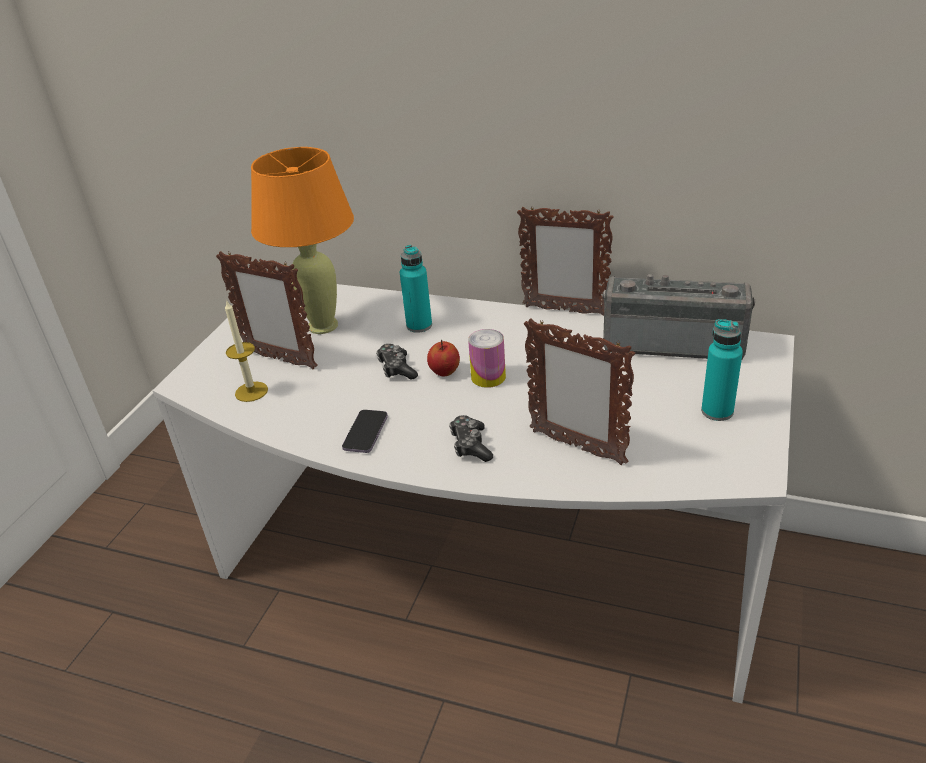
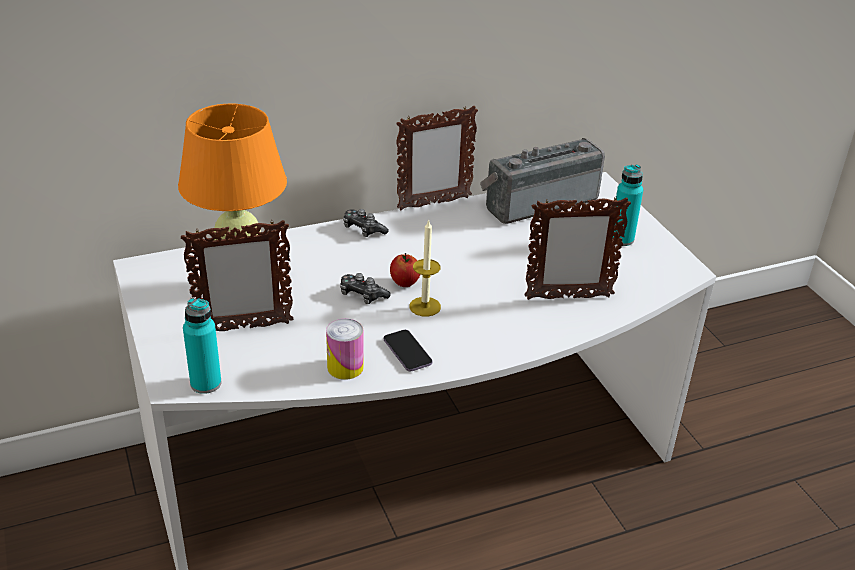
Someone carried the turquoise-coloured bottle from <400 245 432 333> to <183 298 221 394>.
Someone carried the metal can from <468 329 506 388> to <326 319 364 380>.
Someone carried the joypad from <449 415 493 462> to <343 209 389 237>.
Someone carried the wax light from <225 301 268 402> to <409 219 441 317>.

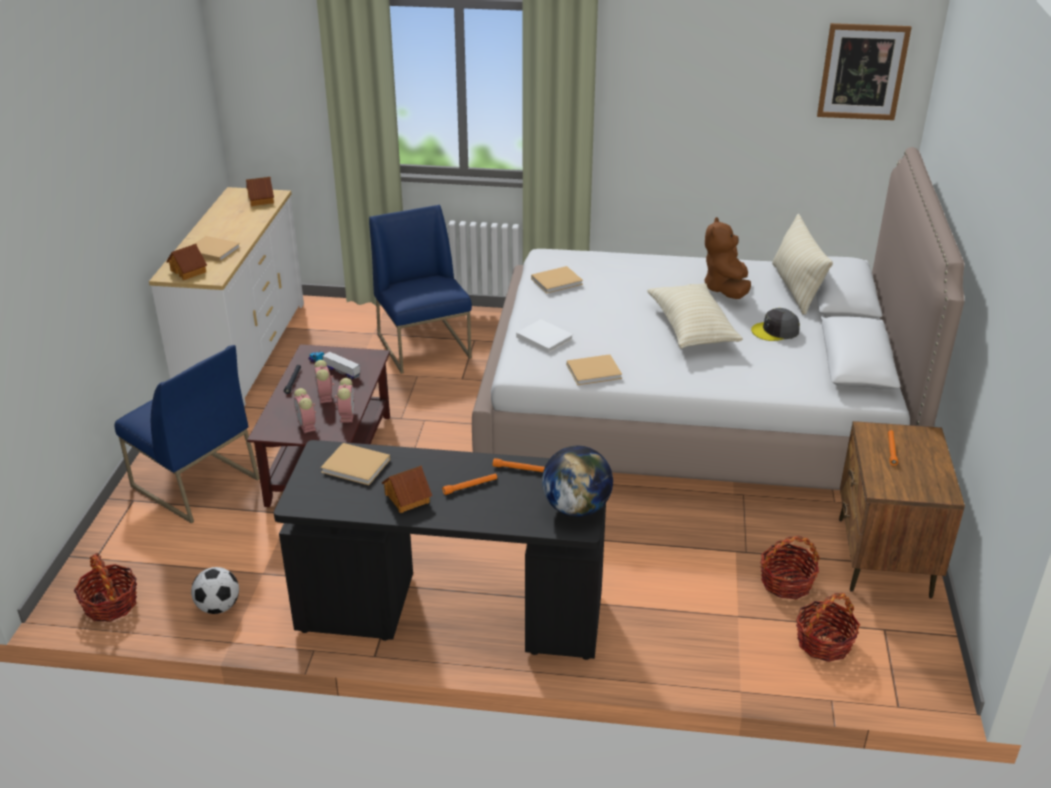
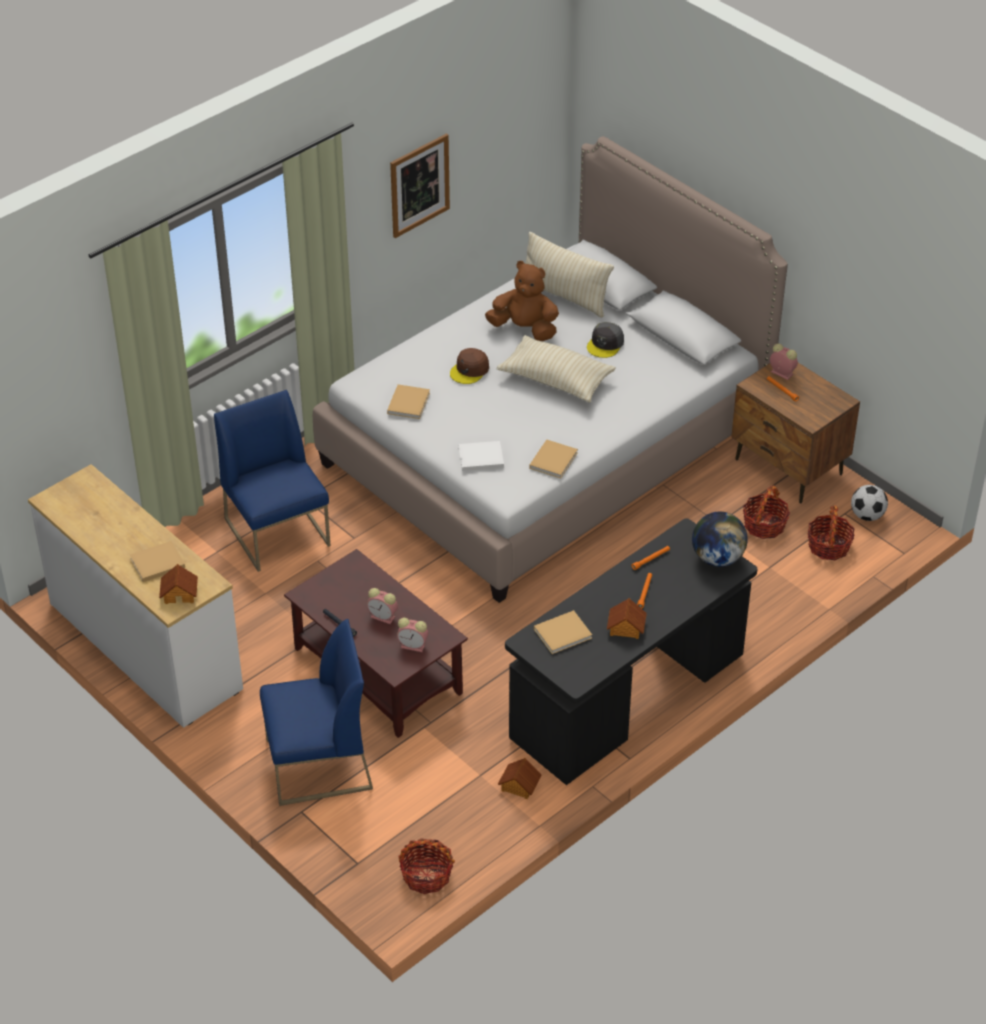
Someone rotated the bluish plain chair at <369 205 472 374> by 45 degrees clockwise.
Someone carried the wall picture from <817 23 912 120> to <390 134 450 238>.
Someone put down the brown-coloured cap at <450 348 489 384>.
Someone rotated the brown-coloured soft toy at <704 217 751 299> by 150 degrees clockwise.
Someone carried the miniature house from <246 177 274 206> to <498 758 541 799>.
Someone carried the table clock from <335 378 355 423> to <770 343 798 380>.
Someone carried the ball for football from <191 567 239 614> to <851 485 888 521>.
Someone took away the toy truck at <309 350 360 379>.

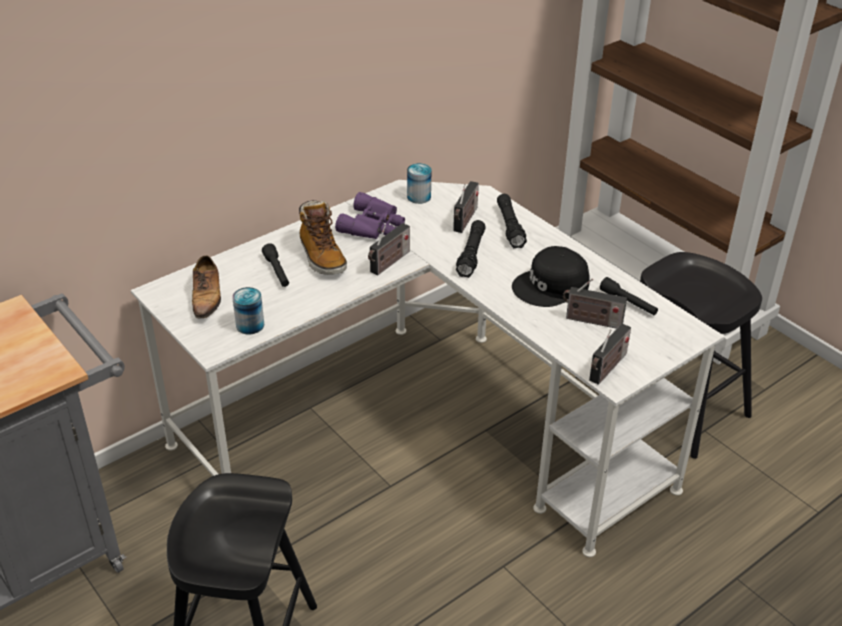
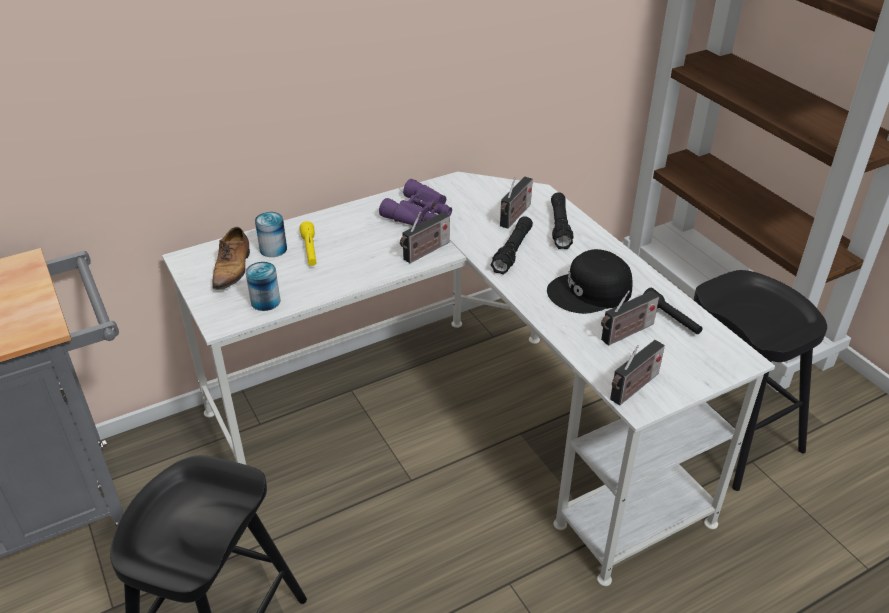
Someone carried the metal can from <407 163 431 204> to <255 212 287 257>.
Someone repainted the black hand torch at <262 243 289 287>, which became the yellowish hand torch at <300 221 316 266>.
Someone rotated the radio set at <563 279 627 329> by 60 degrees counterclockwise.
Someone took away the boot at <299 200 347 275>.

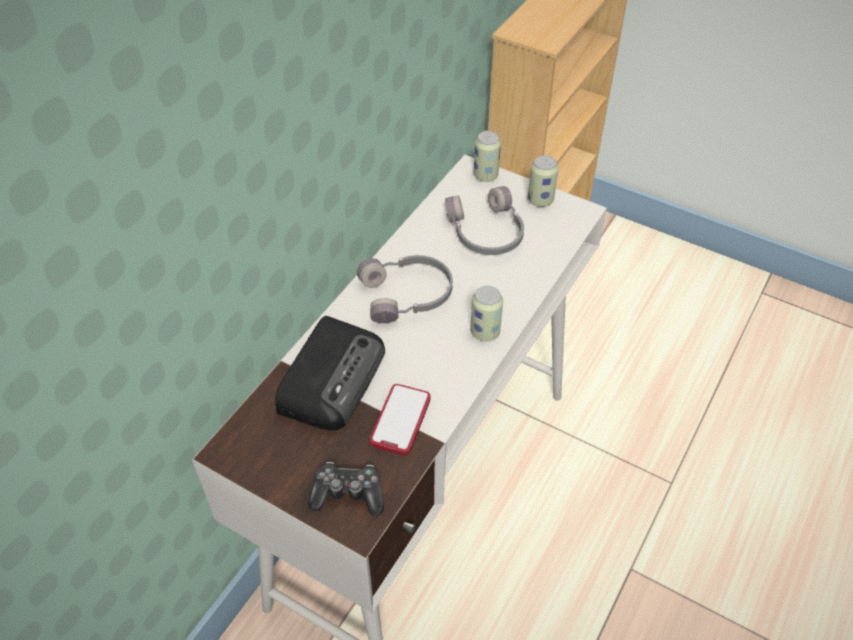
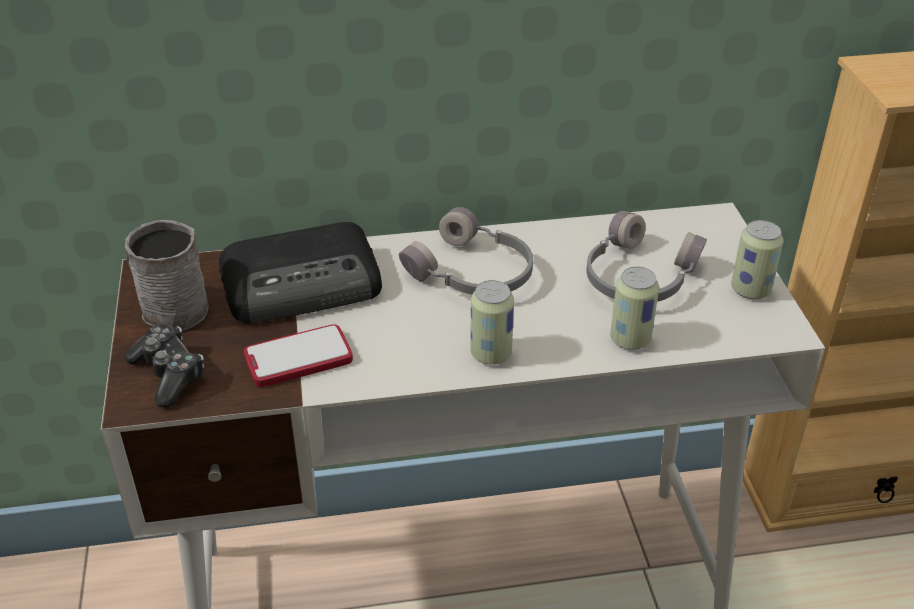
Someone put down the greyish tea mug at <125 220 209 331>.
Someone carried the metal can from <474 131 501 182> to <610 267 659 350>.

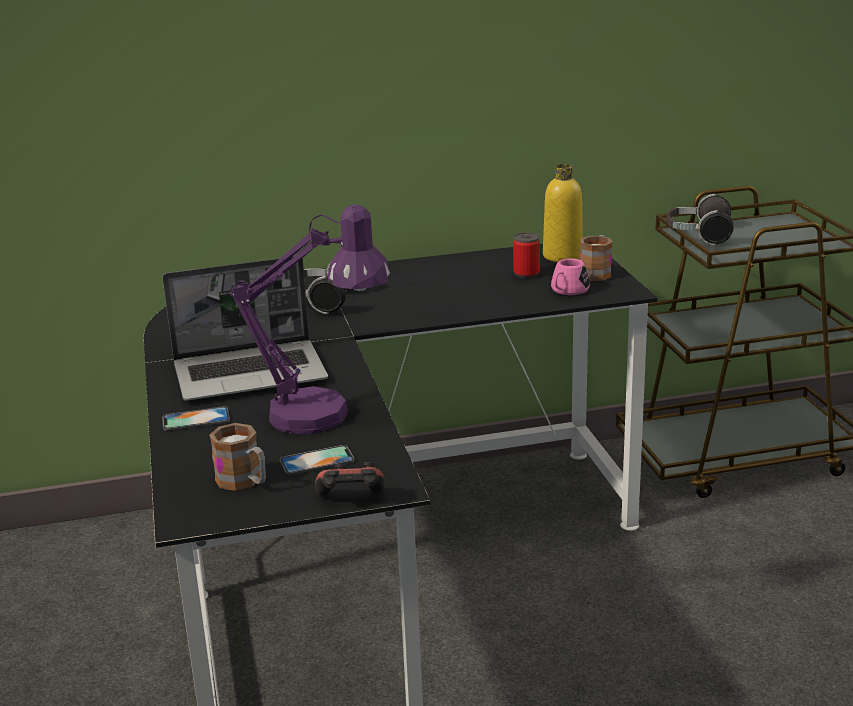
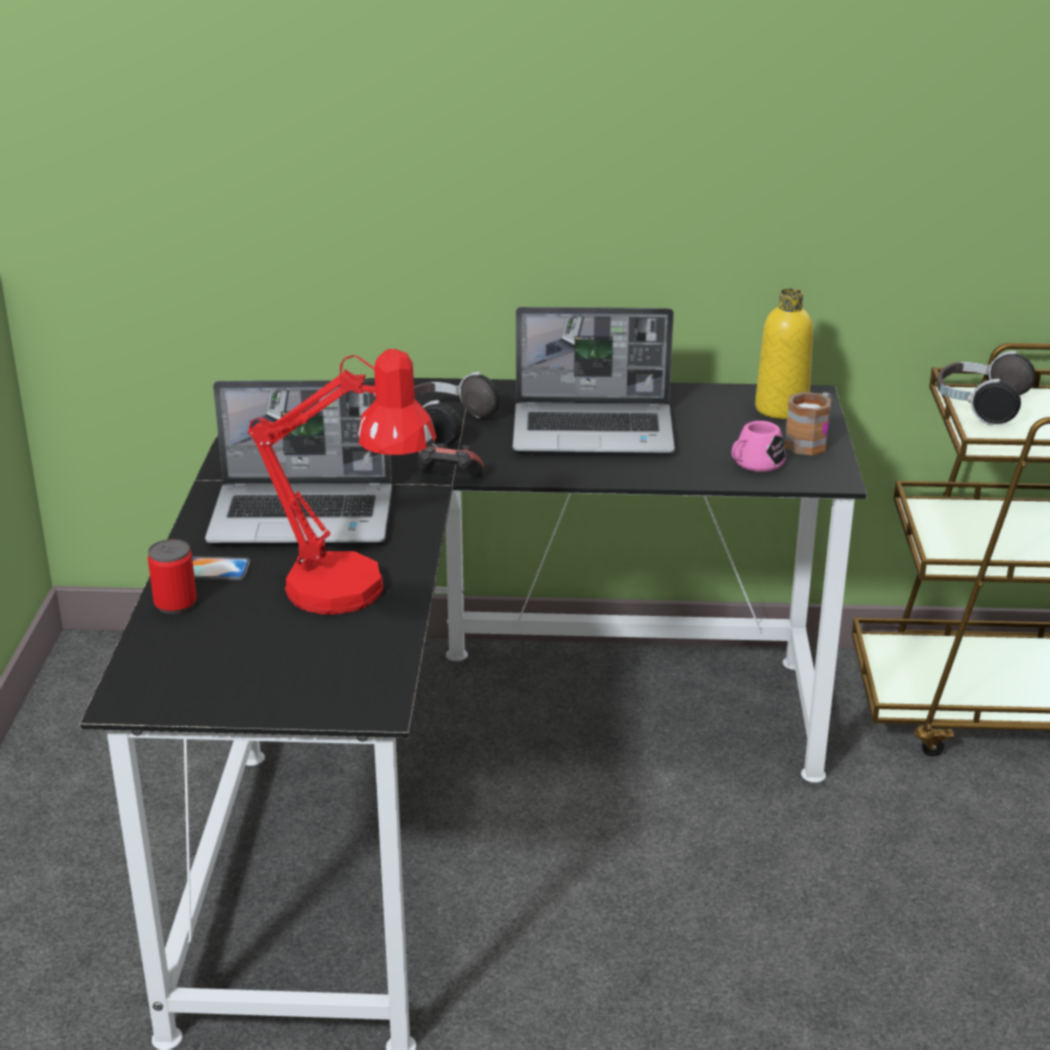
Someone carried the metal can from <513 233 540 278> to <148 539 197 614>.
Someone repainted the purplish lamp for a table at <230 204 391 434>, which became the red-coloured lamp for a table at <248 349 437 615>.
Someone carried the joypad from <315 462 385 496> to <418 443 484 478>.
Someone put down the portable computer at <513 307 675 453>.
Someone took away the tea mug at <209 423 266 491>.
Someone took away the phone at <280 445 355 475>.

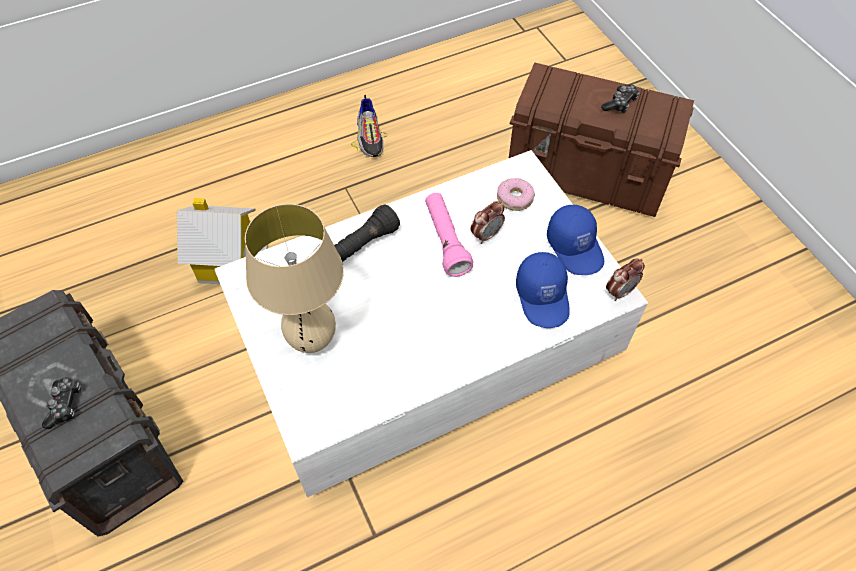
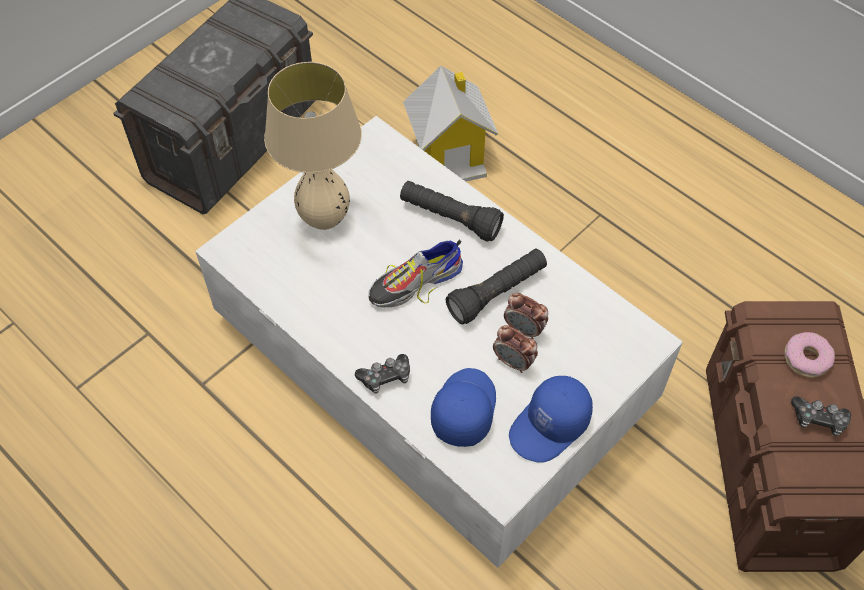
Someone carried the joypad from <42 377 81 429> to <355 354 410 394>.
Someone carried the item of footwear from <351 95 388 157> to <368 240 463 308>.
Someone rotated the bluish cap at <516 252 570 328> by 135 degrees clockwise.
Someone repainted the pink hand torch at <425 193 473 277>, which became the black hand torch at <446 249 547 324>.
Someone carried the table clock from <606 258 645 301> to <493 325 538 373>.
Someone carried the doughnut from <497 178 535 211> to <784 332 835 378>.

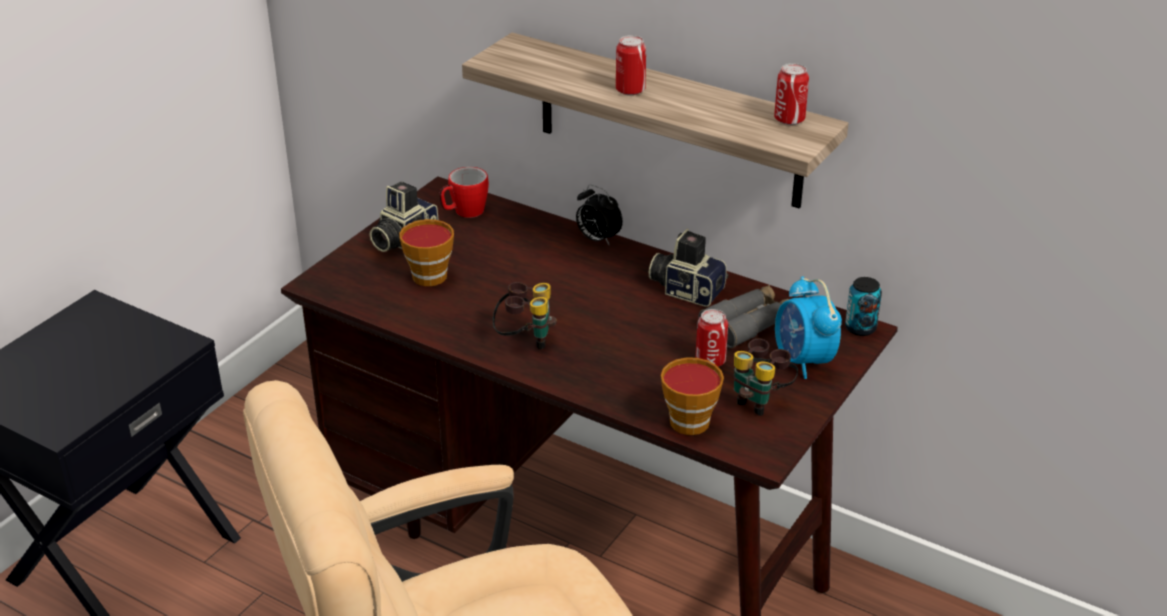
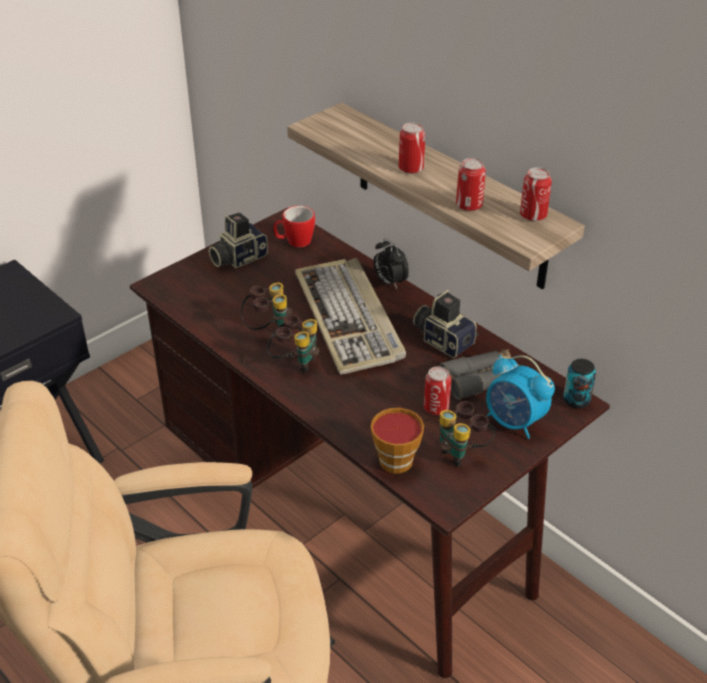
Someone put down the binoculars at <241 282 292 330>.
Someone put down the computer keyboard at <295 258 406 375>.
Someone put down the metal can at <456 158 486 211>.
Someone rotated the table clock at <775 276 842 379> by 45 degrees counterclockwise.
Someone took away the small cup at <399 219 454 286>.

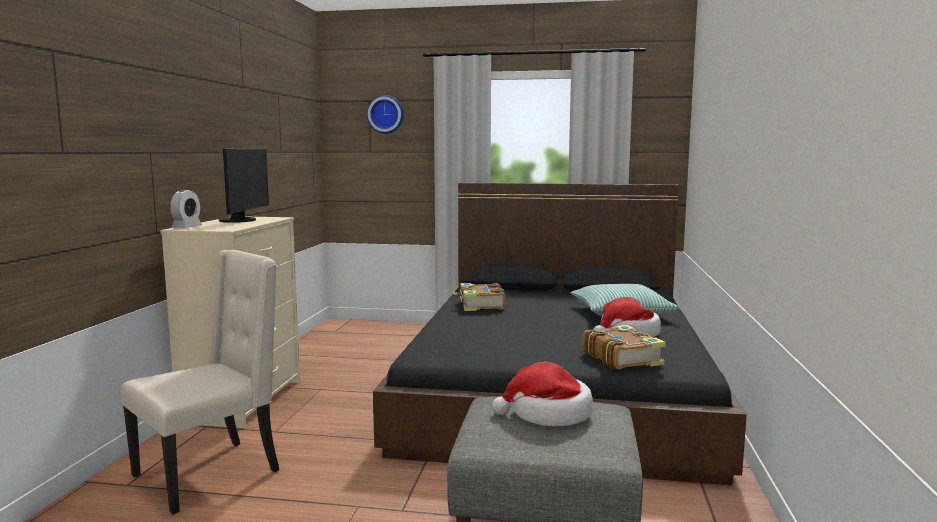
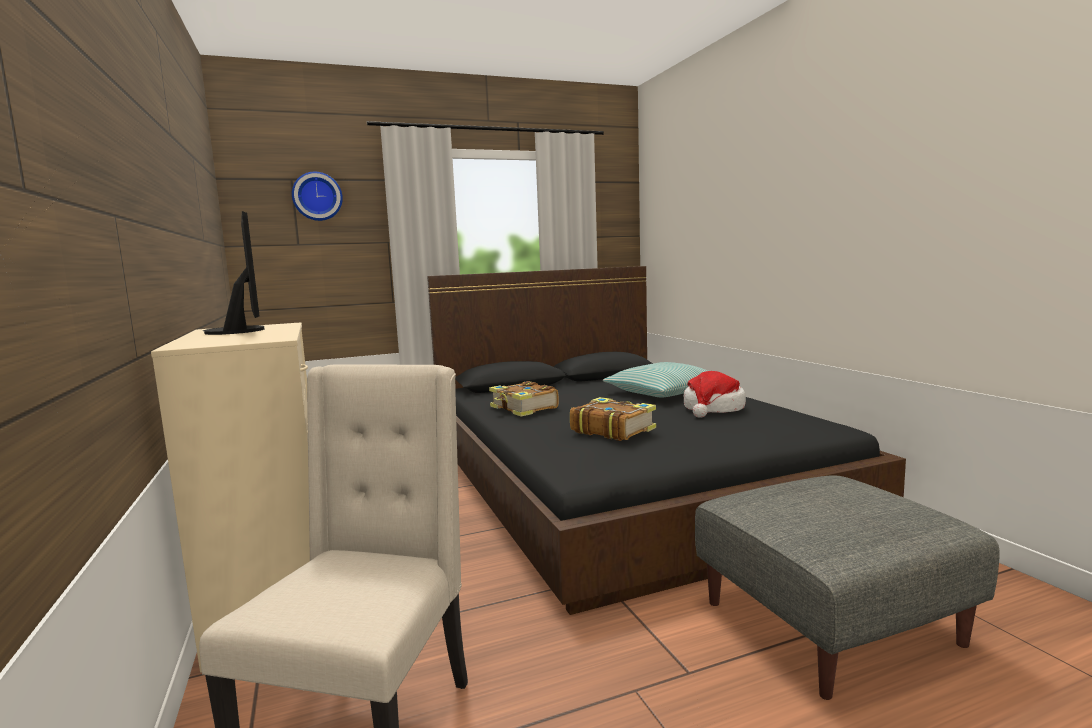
Someone carried the book from <583 325 666 370> to <570 397 656 441>.
Someone took away the table clock at <170 190 202 228>.
Someone took away the wearable hat at <492 362 593 426>.

